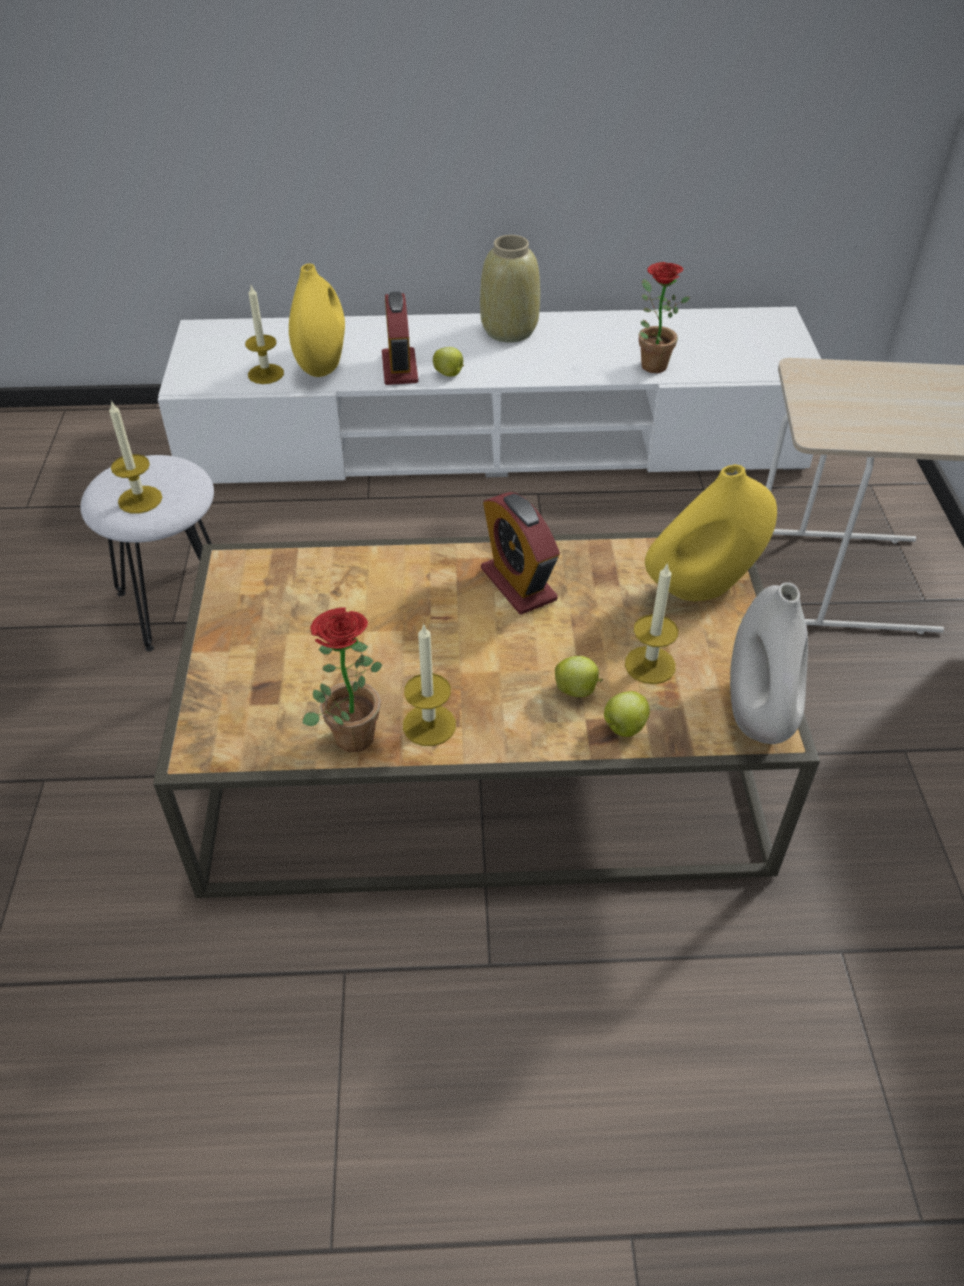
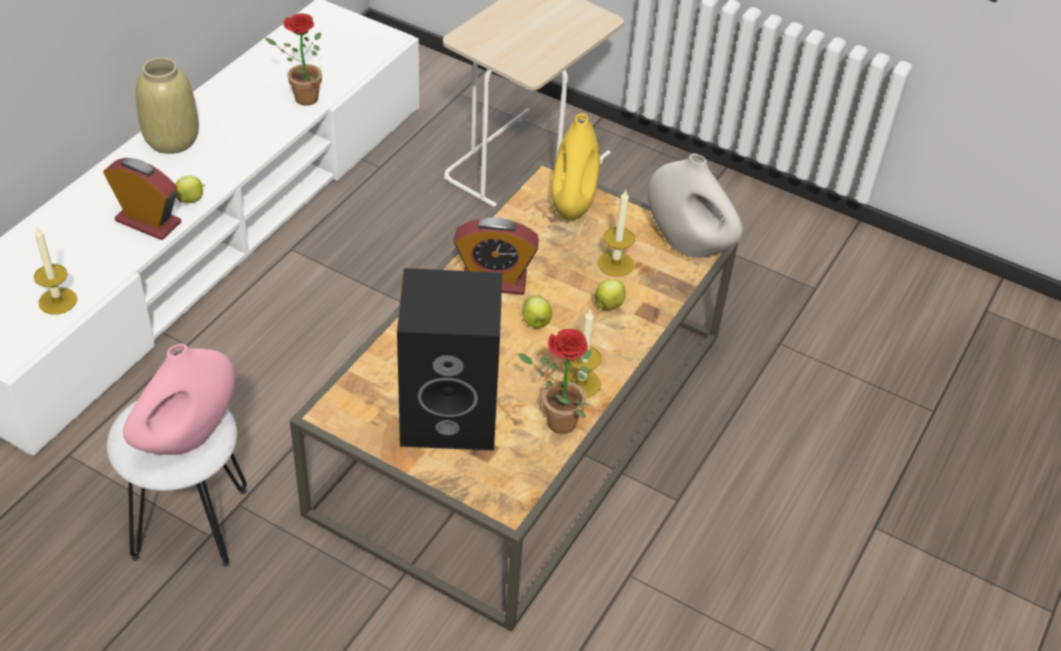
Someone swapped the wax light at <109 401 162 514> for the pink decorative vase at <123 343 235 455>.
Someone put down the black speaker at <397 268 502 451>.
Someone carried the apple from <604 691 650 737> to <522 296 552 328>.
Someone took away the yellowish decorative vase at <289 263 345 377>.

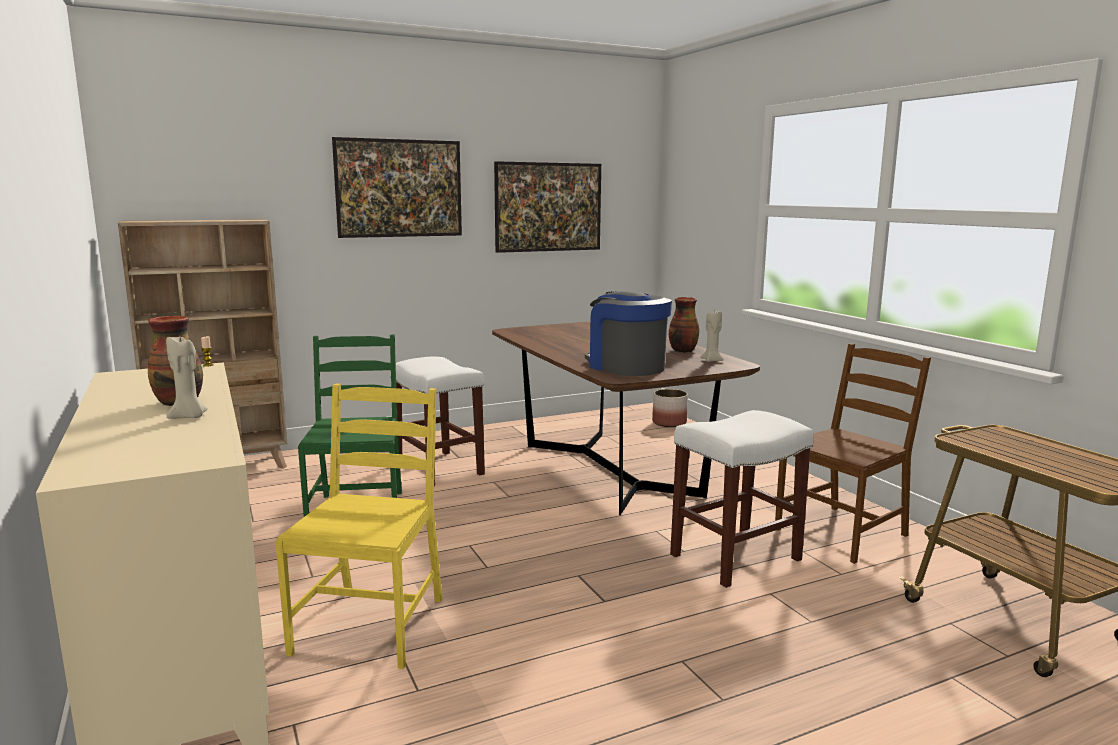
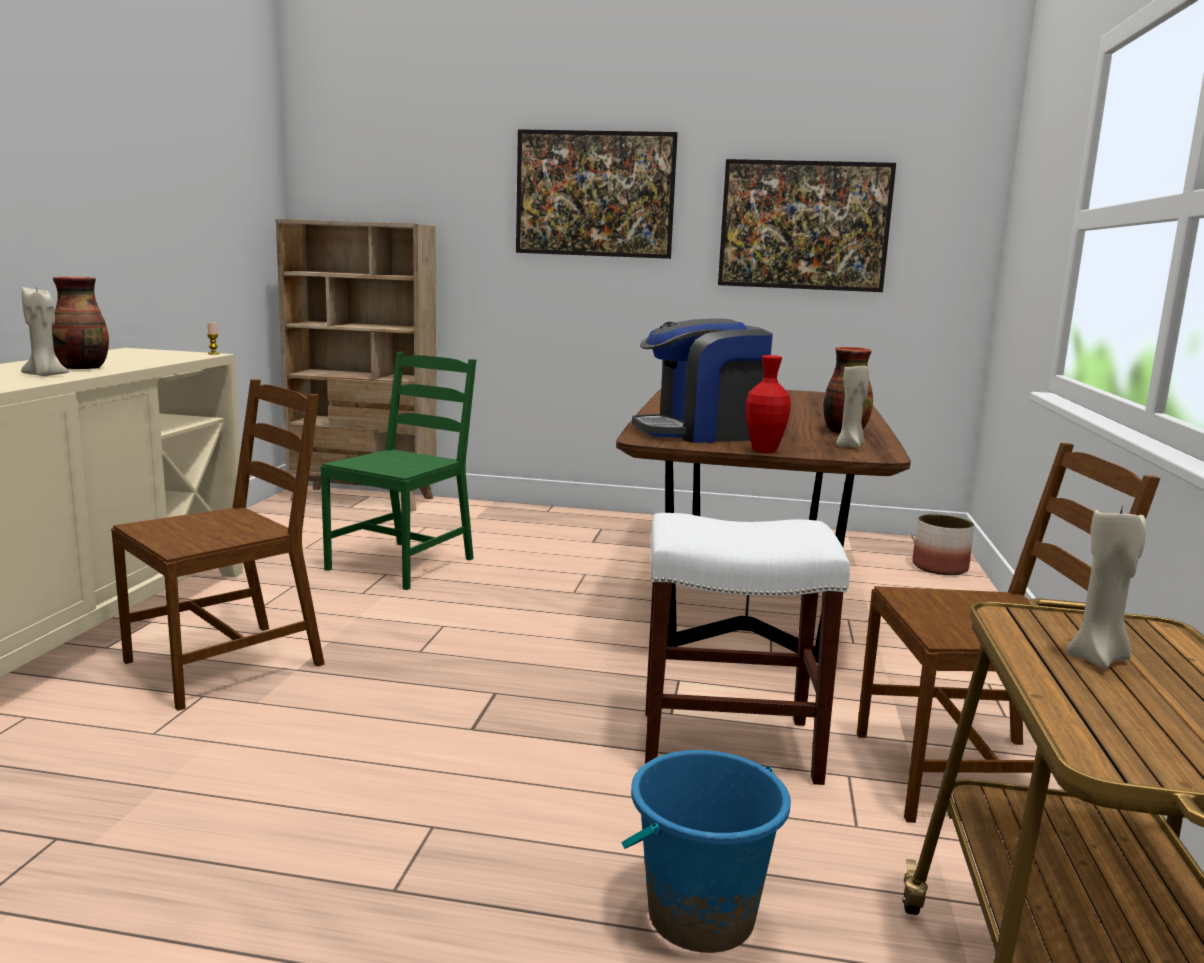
Someone repainted the yellowish plain chair at <275 384 442 669>, which became the brown-coloured plain chair at <111 379 325 711>.
Someone put down the bluish bucket at <621 750 791 953>.
Someone rotated the coffee maker at <585 291 672 376> by 105 degrees counterclockwise.
Someone put down the red-coloured decorative vase at <745 355 791 453>.
Someone put down the beige wax light at <1066 504 1146 669>.
Someone took away the white sitting stool at <390 357 485 486>.

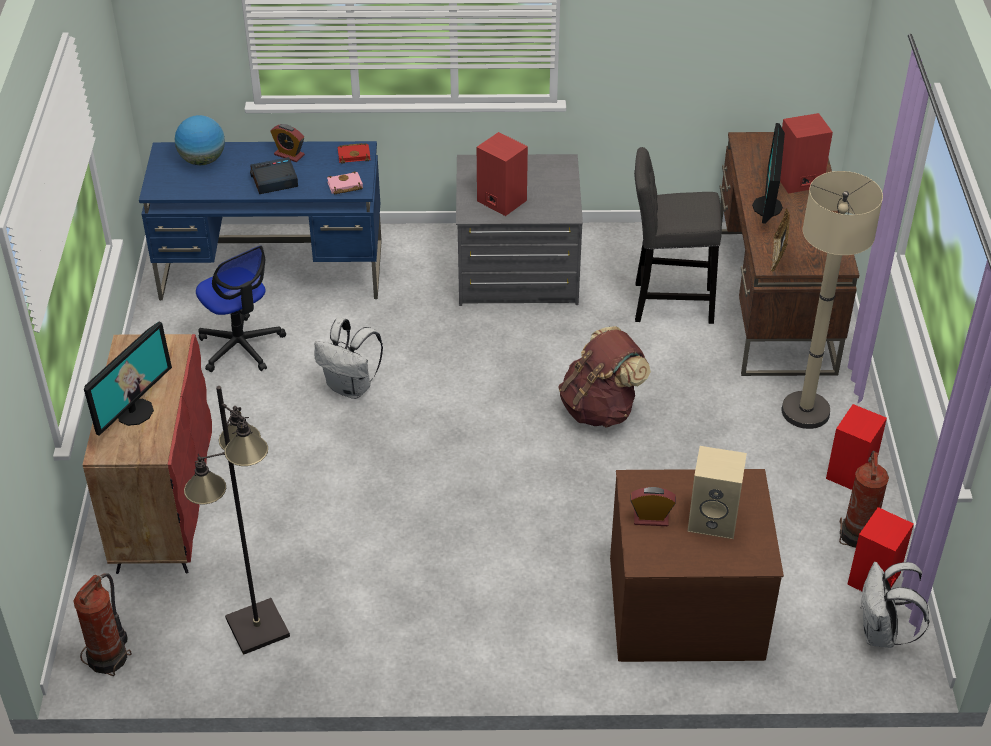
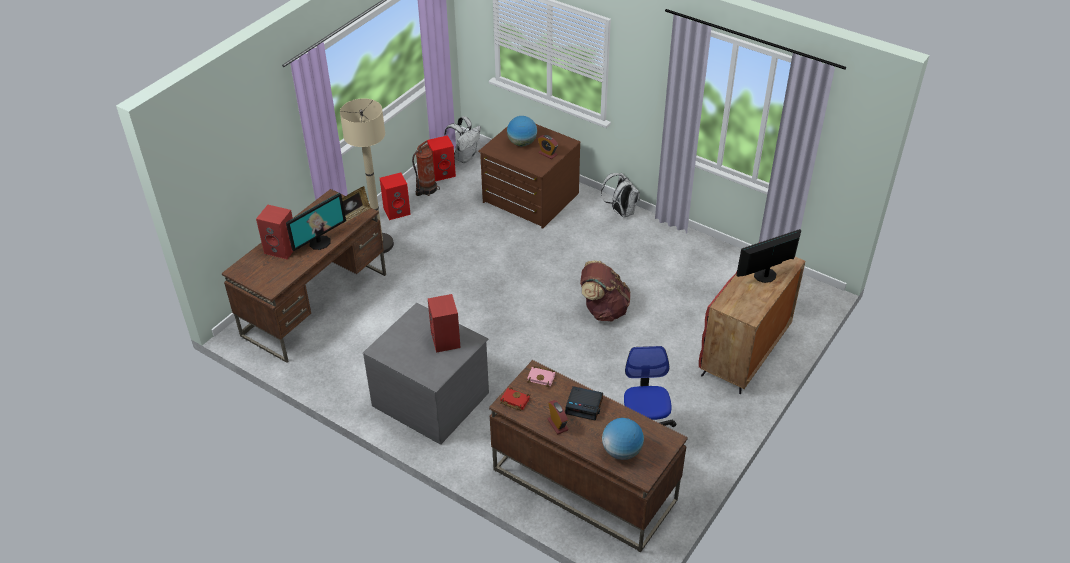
Someone repainted the bluish desk unit at <139 141 382 300>, which became the brown-coloured desk unit at <489 360 688 553>.
Someone swapped the beige speaker at <687 446 747 539> for the desk globe at <507 116 537 146>.
Someone carried the brown-coloured backpack from <558 326 651 428> to <580 260 631 322>.
Someone carried the white backpack from <315 318 383 399> to <601 173 640 218>.
Someone took away the fire-fighting cylinder at <73 573 132 676>.
Someone took away the black standard lamp at <184 386 290 655>.
Someone took away the greyish sitting stool at <634 147 722 324>.

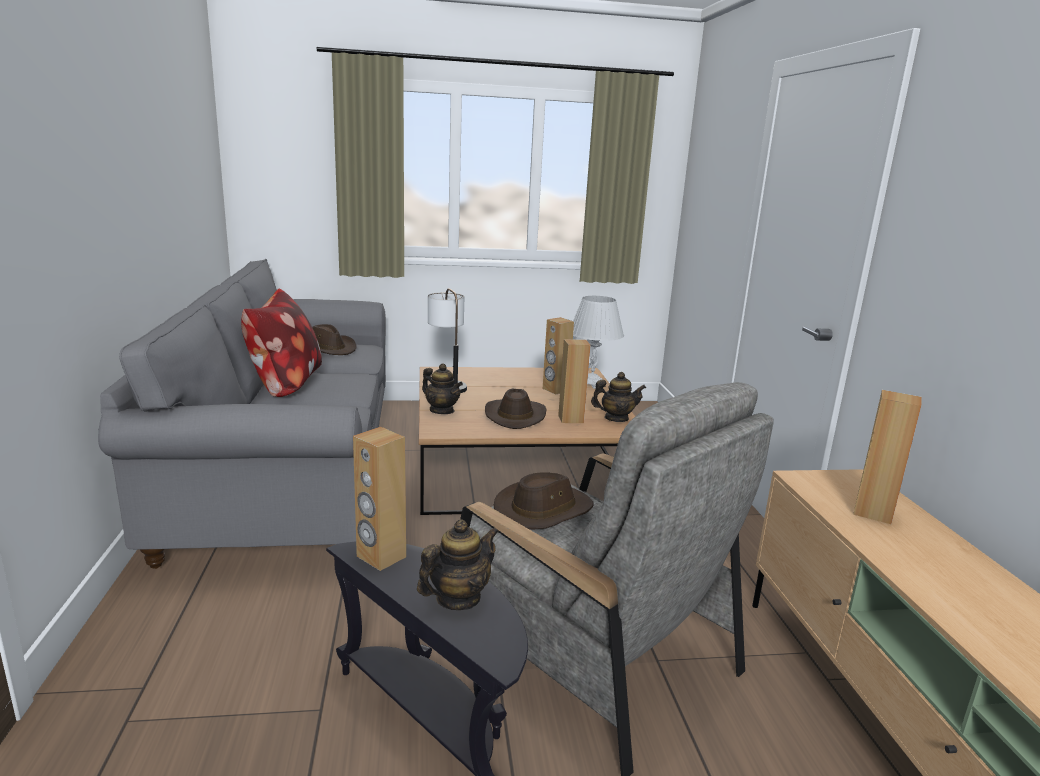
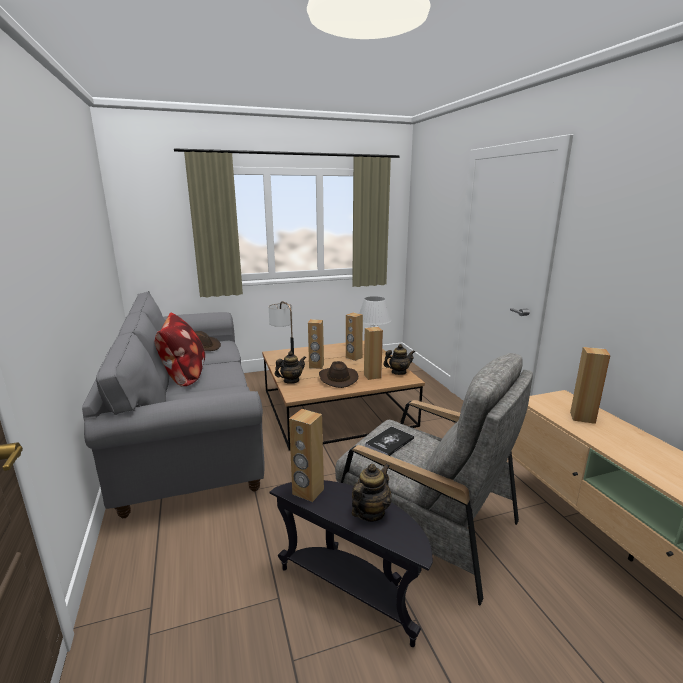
Someone rotated the teapot at <422 364 463 414> by 60 degrees counterclockwise.
Someone put down the brown-coloured speaker at <308 319 324 369>.
Someone swapped the brown-coloured wearable hat at <494 472 594 529> for the book at <365 426 414 456>.

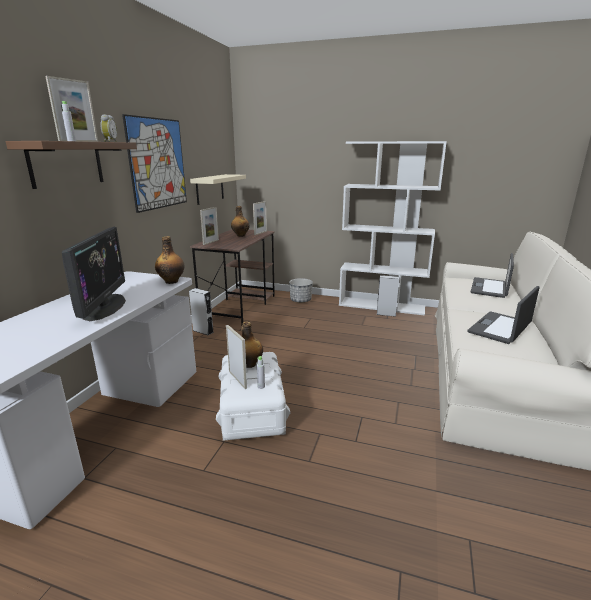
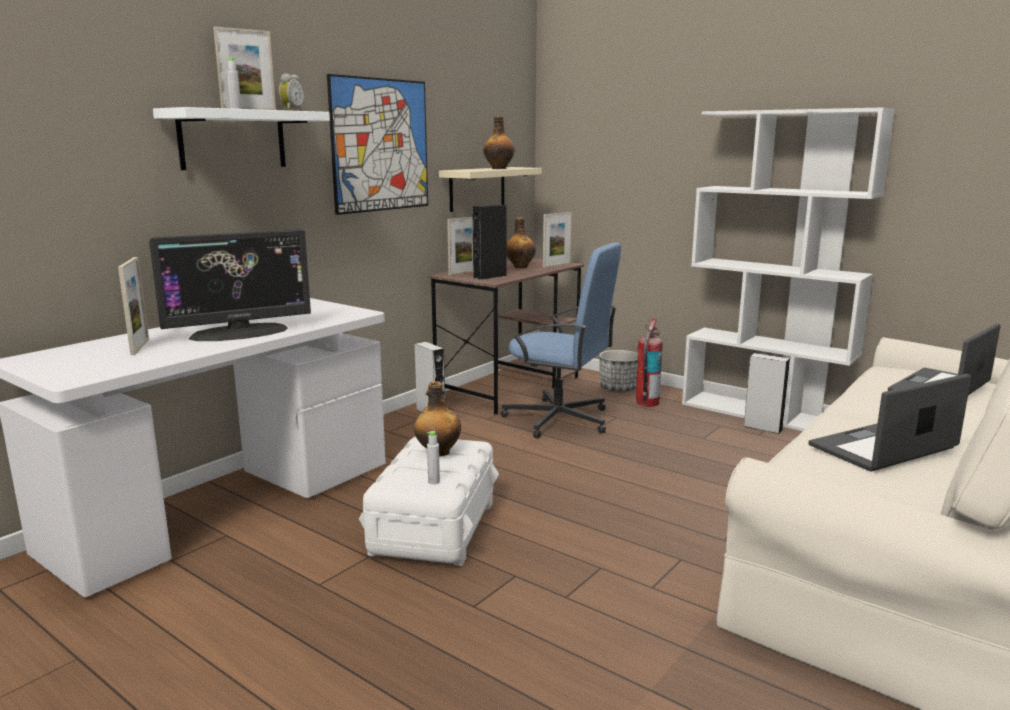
Someone carried the standing frame from <226 325 247 389> to <118 257 149 355>.
Someone rotated the monitor at <62 227 126 321> by 45 degrees clockwise.
Someone repainted the brown-coloured shelf at <6 141 137 189>, which became the white shelf at <153 107 330 170>.
Someone put down the black speaker at <472 204 507 280>.
Someone carried the bottle from <155 236 184 284> to <483 116 515 169>.
Someone put down the bluish desk chair at <501 242 621 438>.
Someone put down the fire-fighting cylinder at <636 318 663 407>.

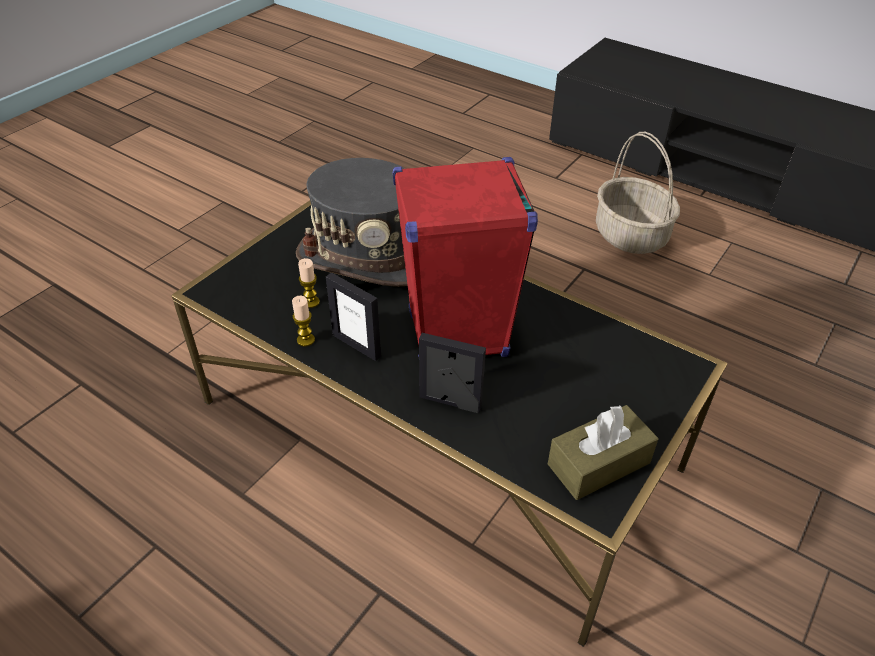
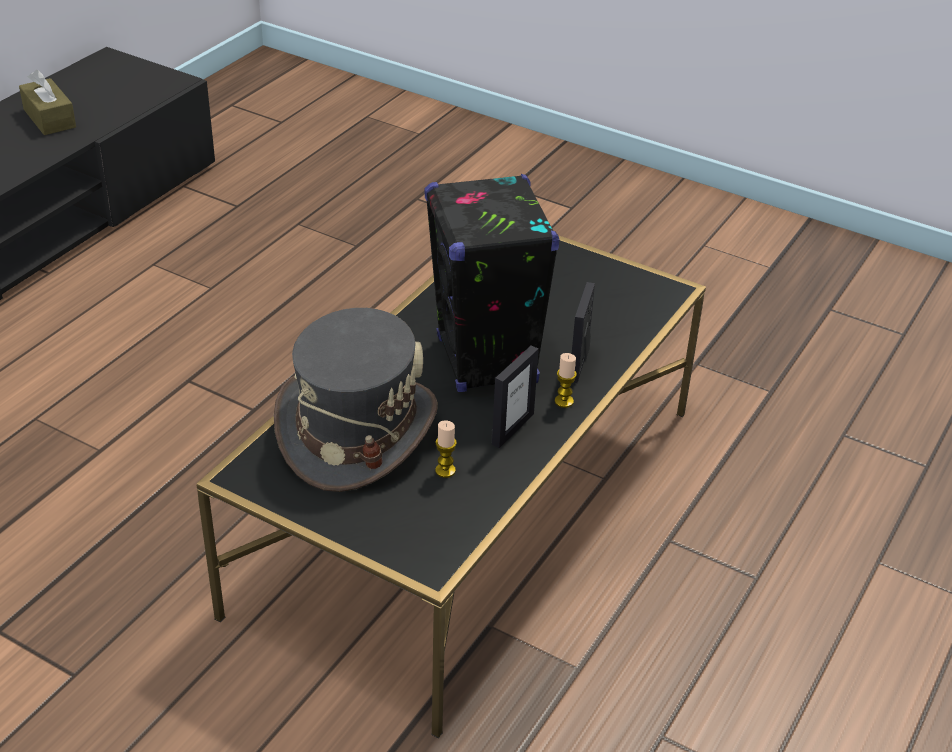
Someone carried the brown-coloured tissue box from <548 405 659 500> to <19 70 76 135>.
Someone repainted the red-coloured speaker at <393 157 538 357>, which became the black speaker at <424 174 559 392>.
Someone carried the wax light from <292 296 315 347> to <555 353 577 408>.
Someone took away the basket at <596 132 680 254>.

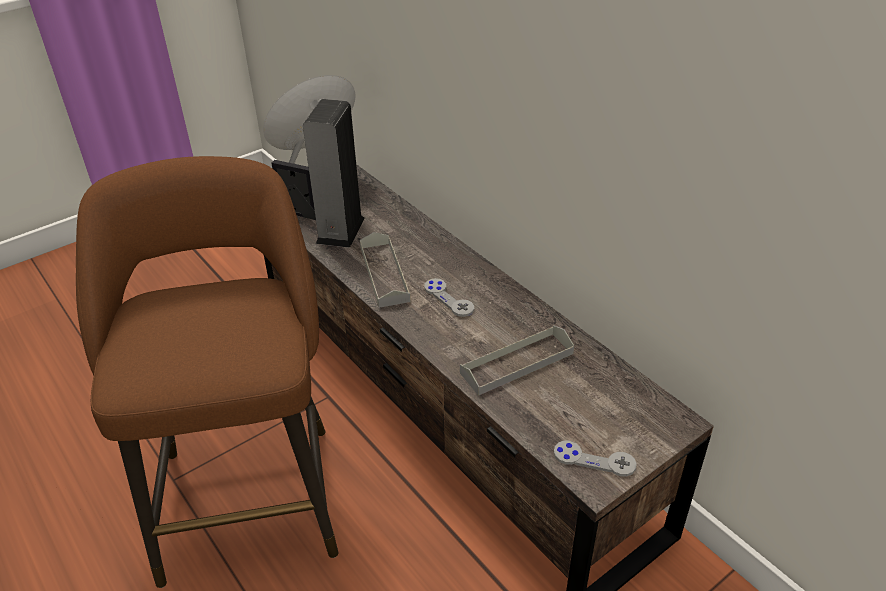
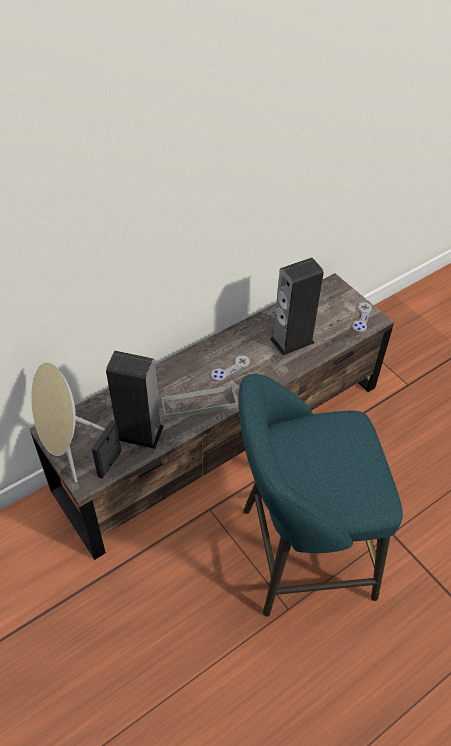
Someone repainted the brown-coloured sitting stool at <76 156 338 588>, which became the turquoise-coloured sitting stool at <239 374 403 617>.
Someone swapped the greyish tray at <460 325 574 396> for the speaker at <270 258 324 356>.

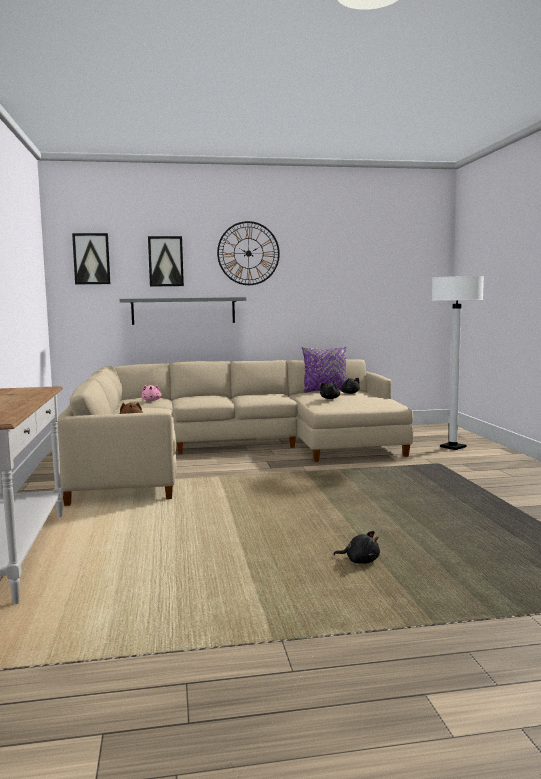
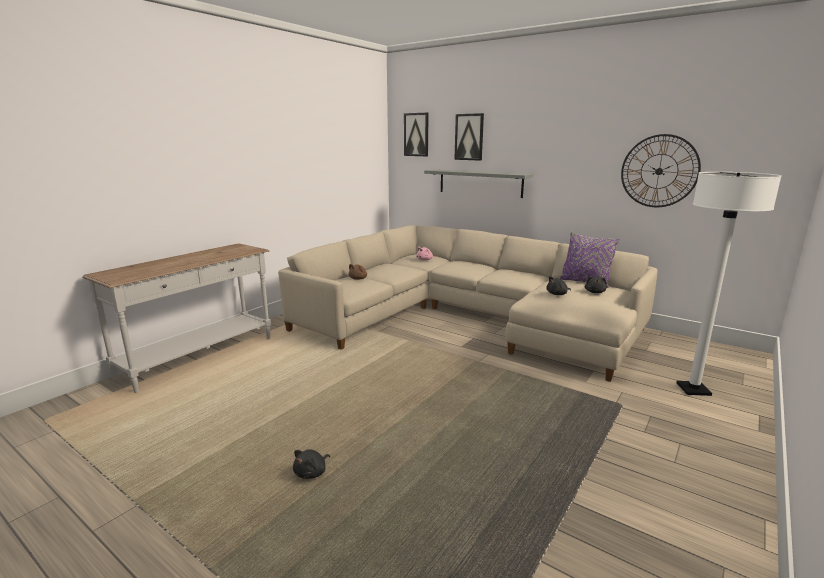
Someone rotated the black soft toy at <333 531 380 564> by 60 degrees clockwise.
Someone carried the wall clock from <217 221 280 285> to <621 134 701 207>.

